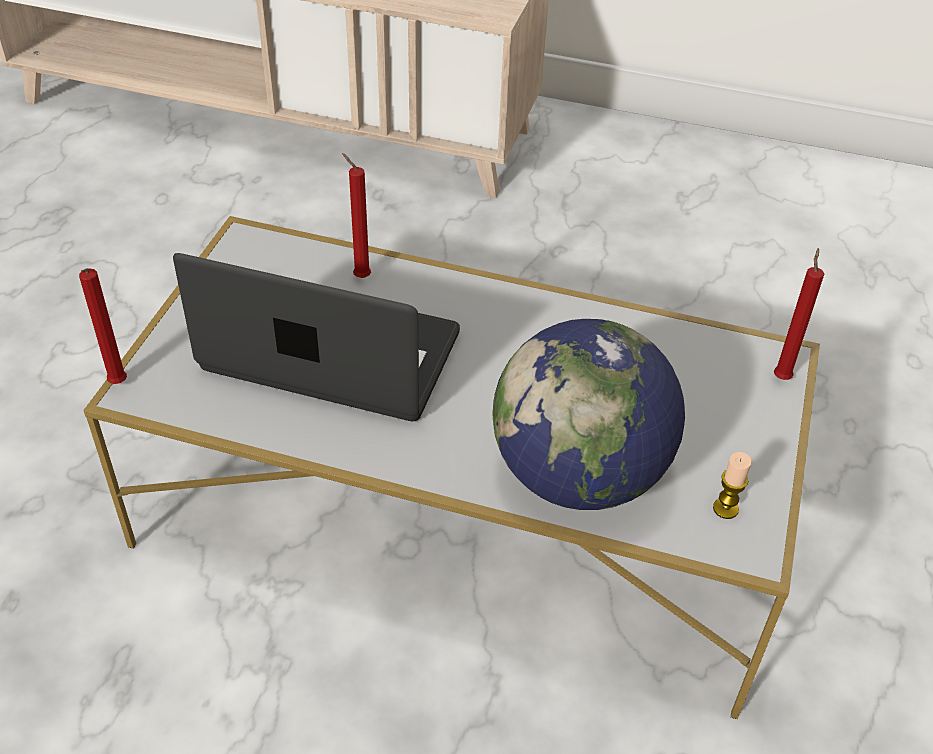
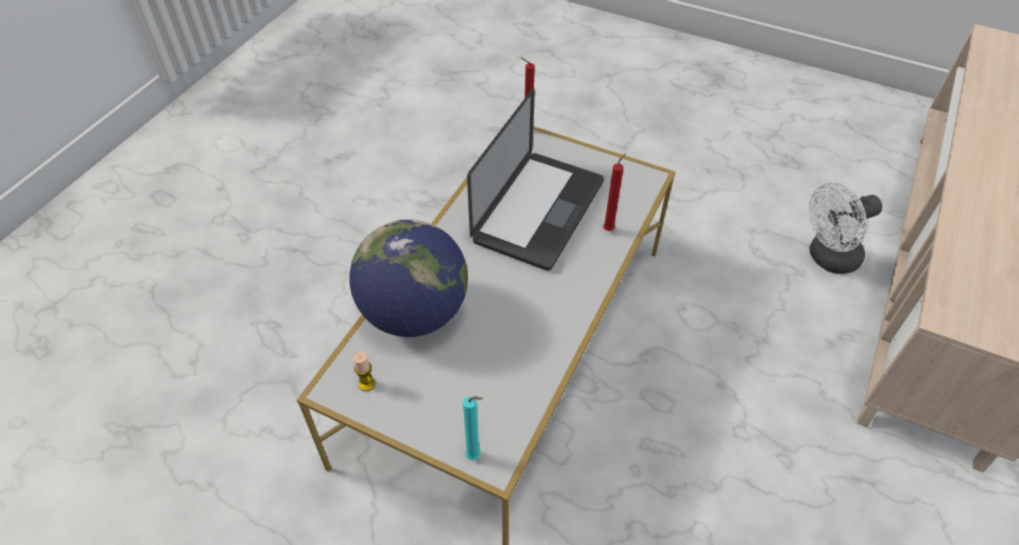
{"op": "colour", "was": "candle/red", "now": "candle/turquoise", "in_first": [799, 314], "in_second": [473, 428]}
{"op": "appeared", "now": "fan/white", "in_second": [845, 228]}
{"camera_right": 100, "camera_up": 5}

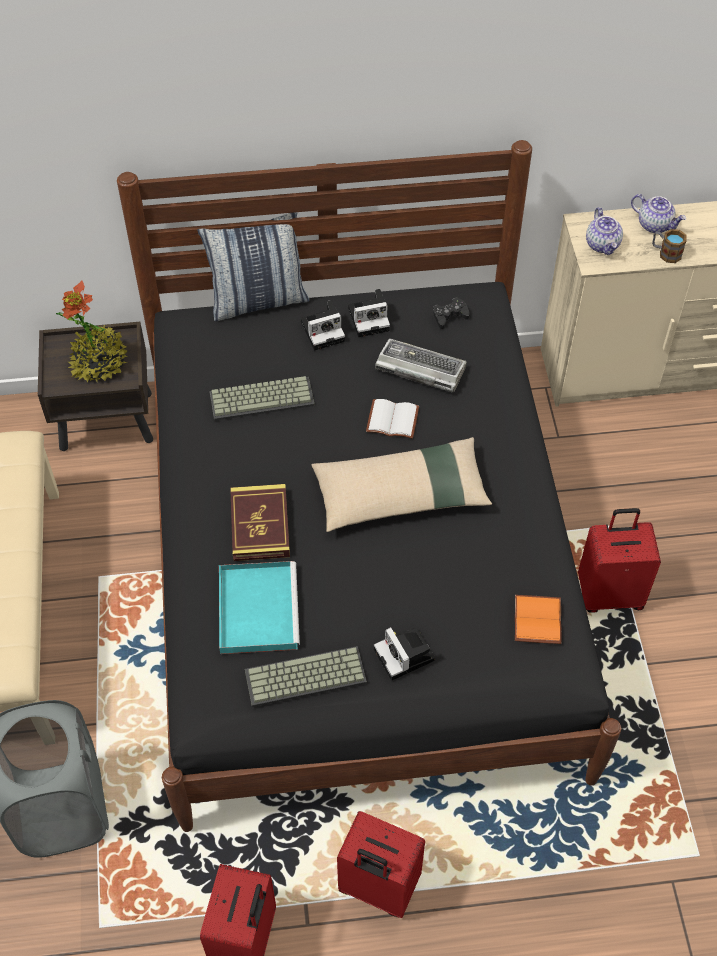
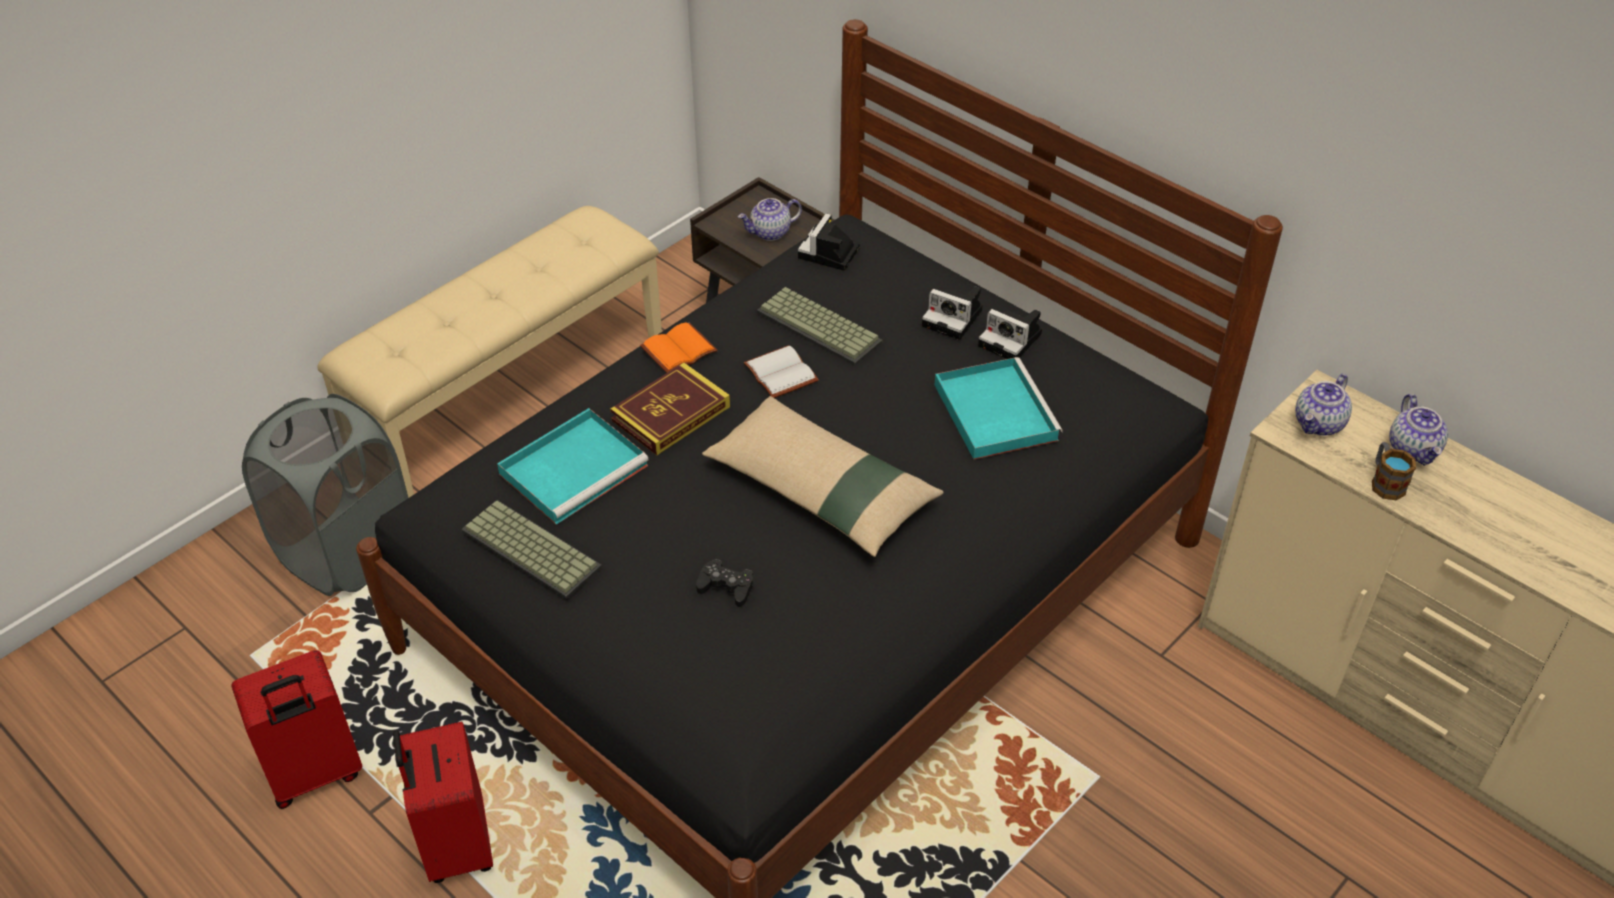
{"op": "relocated", "was": "book/orange", "in_first": [538, 619], "in_second": [679, 347]}
{"op": "relocated", "was": "game controller/black", "in_first": [451, 313], "in_second": [724, 583]}
{"op": "exchanged", "was": "potted plant", "now": "teapot", "in_first": [91, 331], "in_second": [770, 219]}
{"op": "relocated", "was": "book/white", "in_first": [392, 419], "in_second": [781, 371]}
{"op": "relocated", "was": "photo camera", "in_first": [404, 653], "in_second": [829, 242]}
{"op": "exchanged", "was": "keyboard", "now": "tray/turquoise", "in_first": [421, 365], "in_second": [999, 408]}
{"op": "missing", "was": "pillow", "in_first": [253, 266]}
{"op": "missing", "was": "suitcase/red", "in_first": [619, 560]}
{"camera_right": 50, "camera_up": -10}

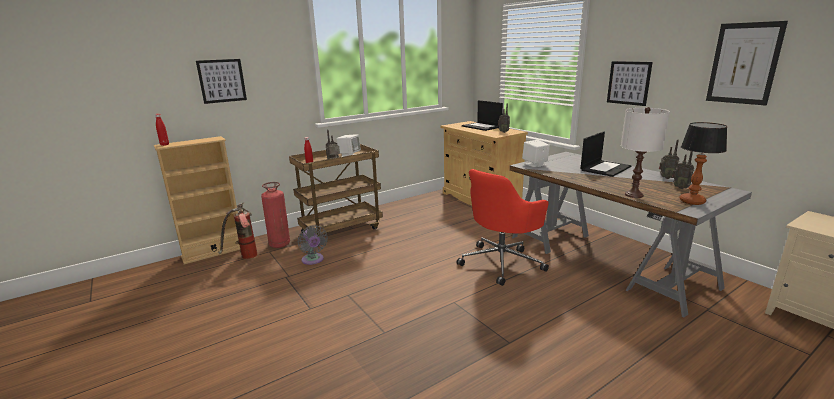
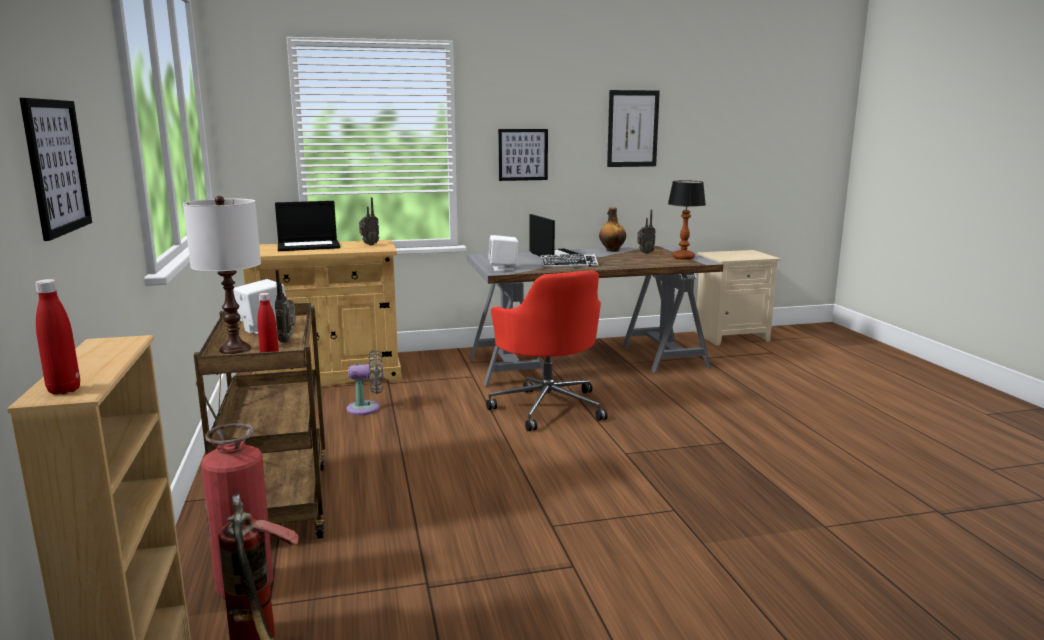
{"op": "relocated", "was": "table lamp/white", "in_first": [645, 152], "in_second": [222, 275]}
{"op": "relocated", "was": "fan/grey", "in_first": [313, 245], "in_second": [365, 382]}
{"op": "appeared", "now": "keyboard", "in_second": [569, 261]}
{"op": "exchanged", "was": "radio", "now": "bottle", "in_first": [669, 159], "in_second": [612, 229]}
{"camera_right": -70, "camera_up": -5}

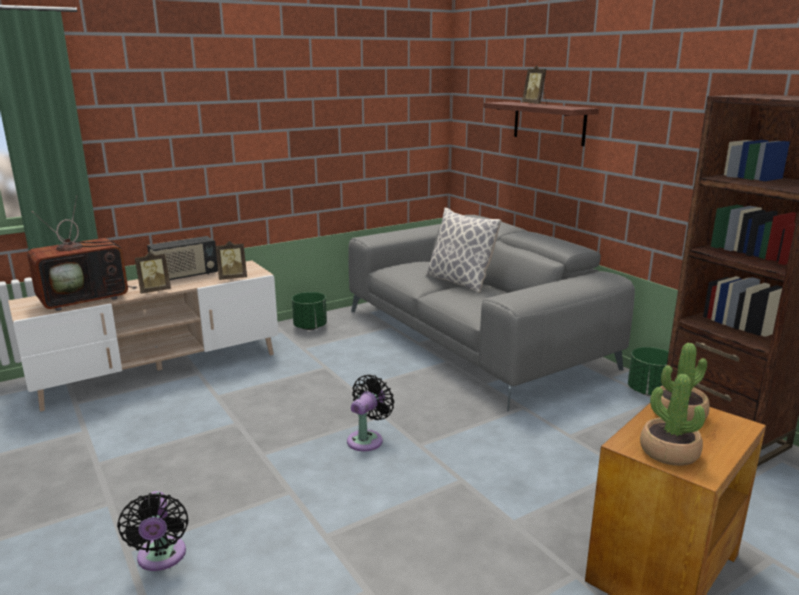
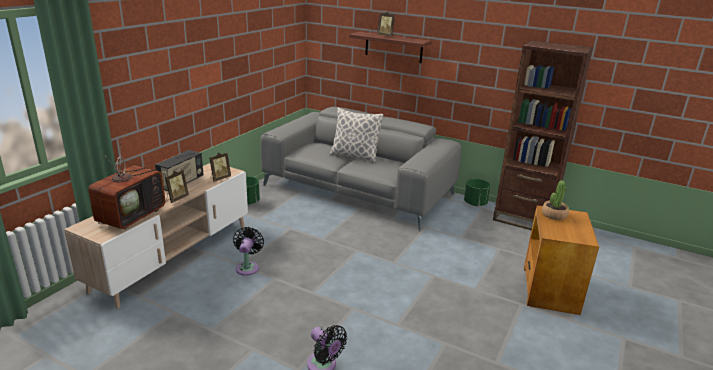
{"op": "relocated", "was": "fan/black", "in_first": [370, 413], "in_second": [248, 251]}
{"op": "missing", "was": "potted plant", "in_first": [672, 420]}
{"camera_right": -30, "camera_up": 5}

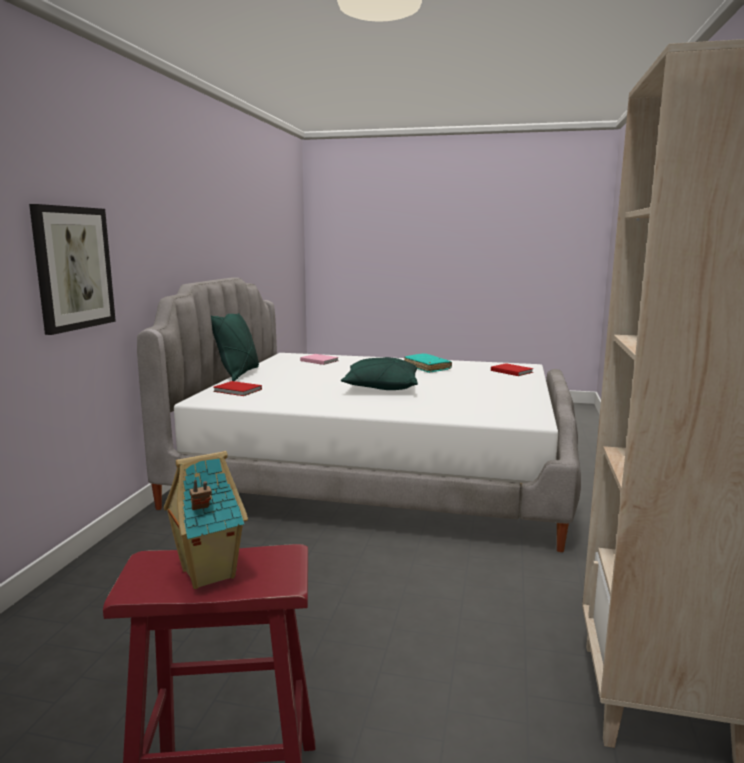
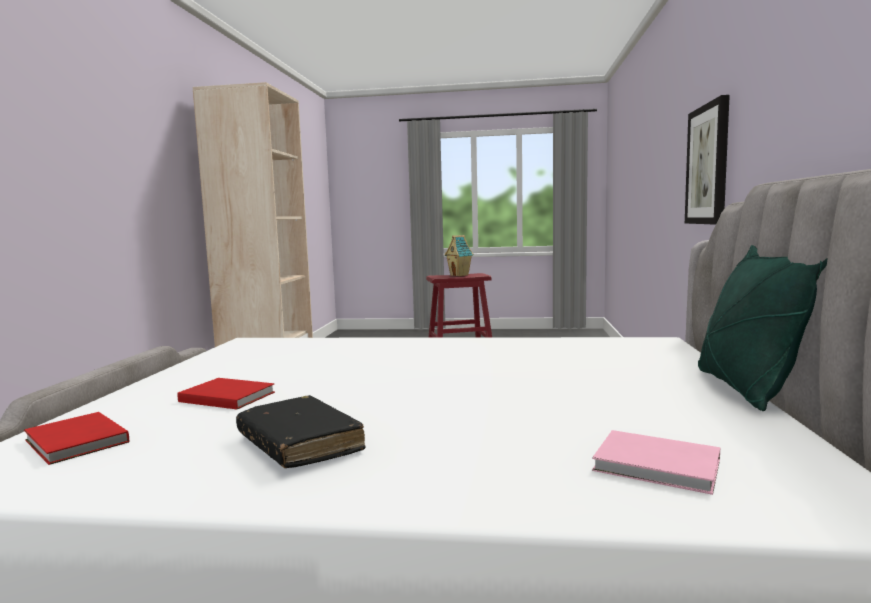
{"op": "relocated", "was": "book/red", "in_first": [237, 388], "in_second": [226, 393]}
{"op": "colour", "was": "book/turquoise", "now": "book/black", "in_first": [428, 363], "in_second": [301, 431]}
{"op": "missing", "was": "pillow/green", "in_first": [379, 373]}
{"camera_right": 175, "camera_up": -5}

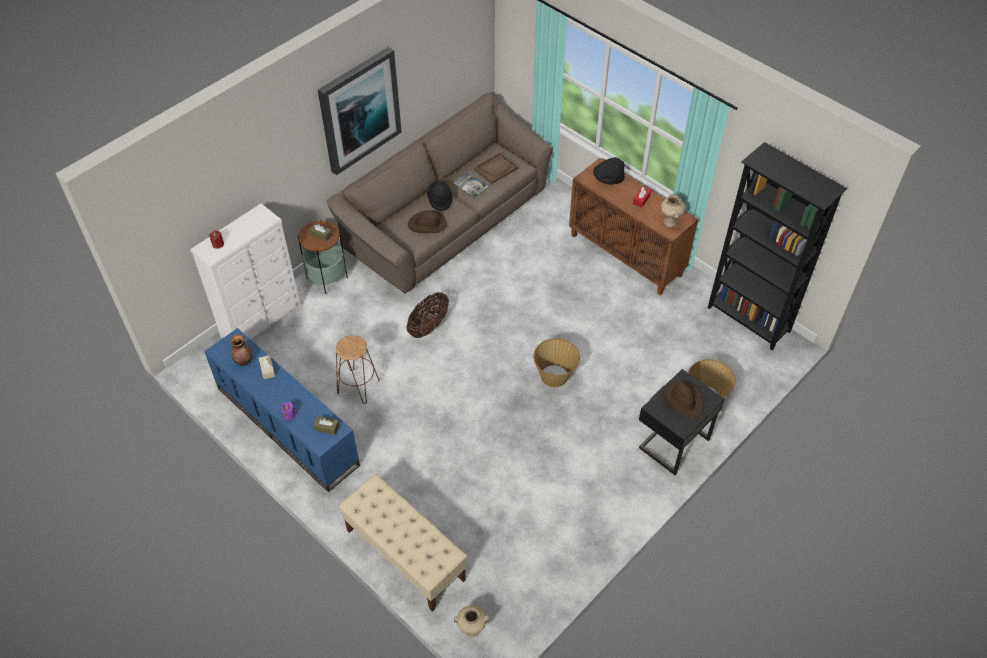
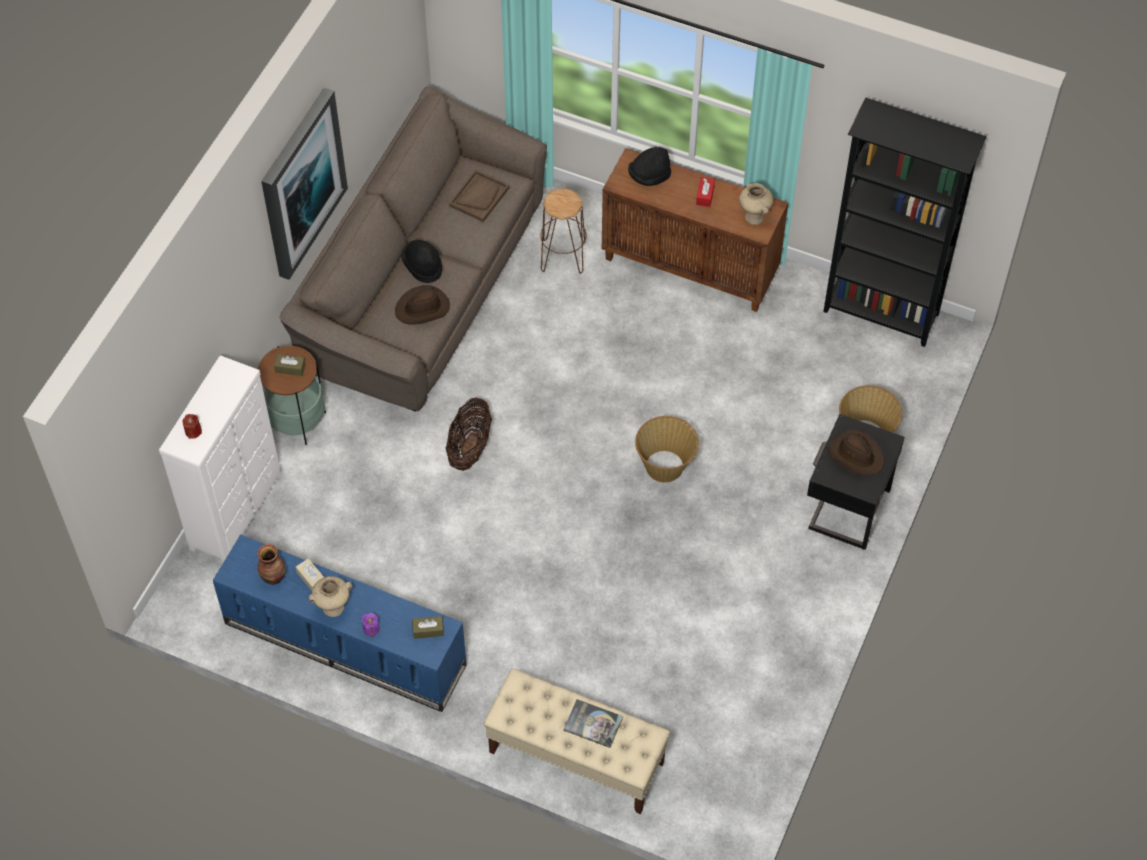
{"op": "relocated", "was": "vase/beige", "in_first": [472, 621], "in_second": [330, 596]}
{"op": "relocated", "was": "stool/brown", "in_first": [358, 369], "in_second": [563, 231]}
{"op": "relocated", "was": "book", "in_first": [471, 185], "in_second": [593, 723]}
{"camera_right": -20, "camera_up": 5}

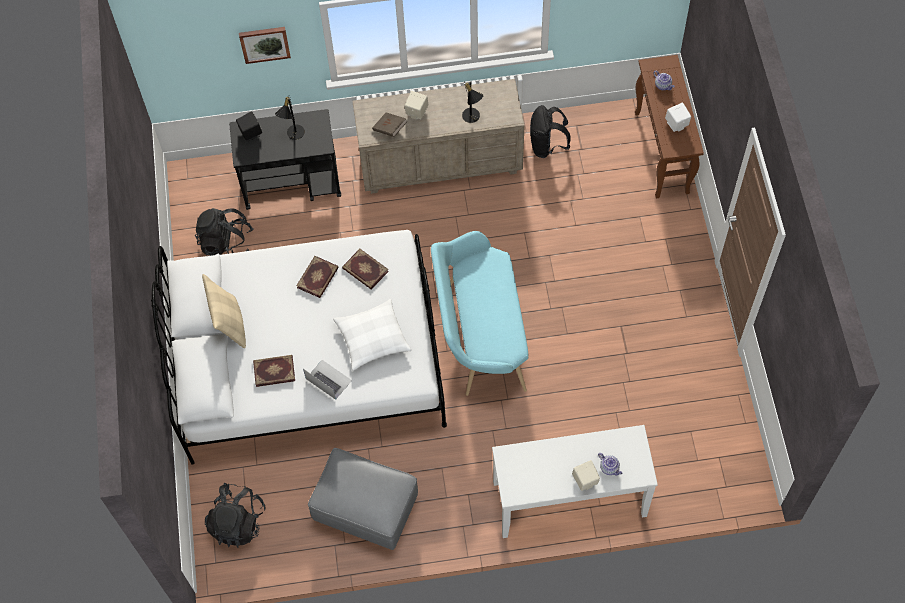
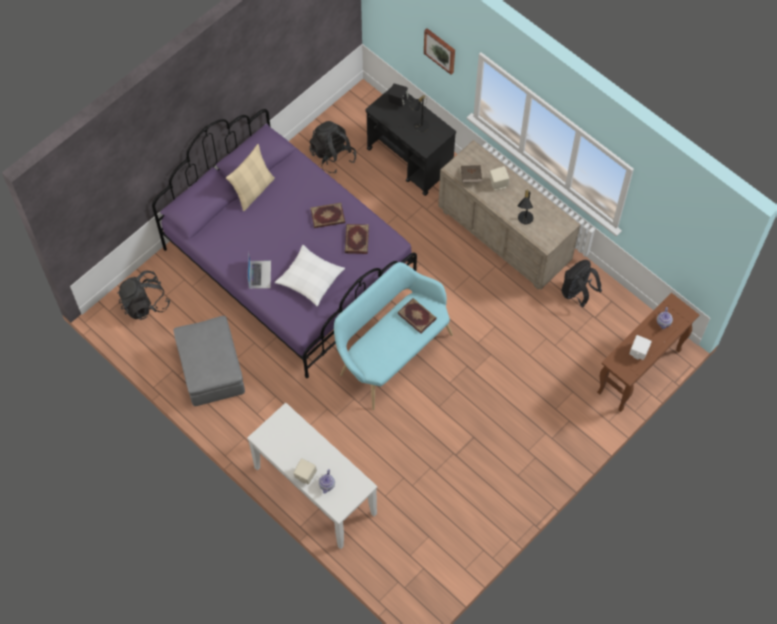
{"op": "colour", "was": "bed/white", "now": "bed/purple", "in_first": [299, 347], "in_second": [284, 243]}
{"op": "relocated", "was": "book", "in_first": [274, 371], "in_second": [417, 316]}
{"camera_right": 50, "camera_up": 0}

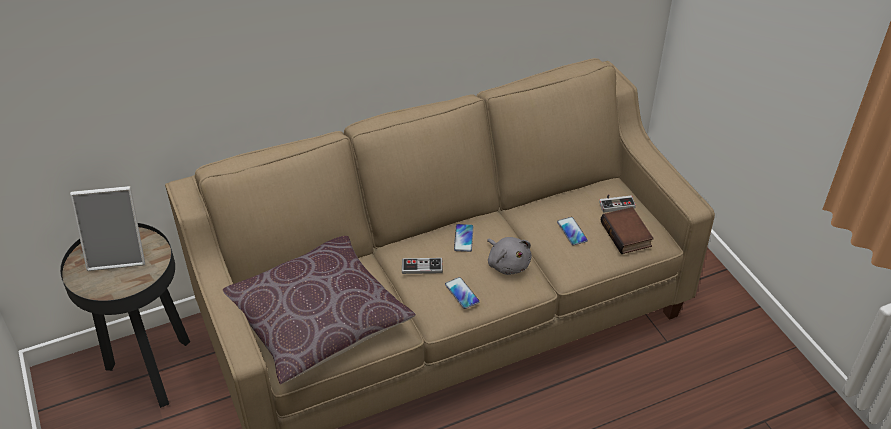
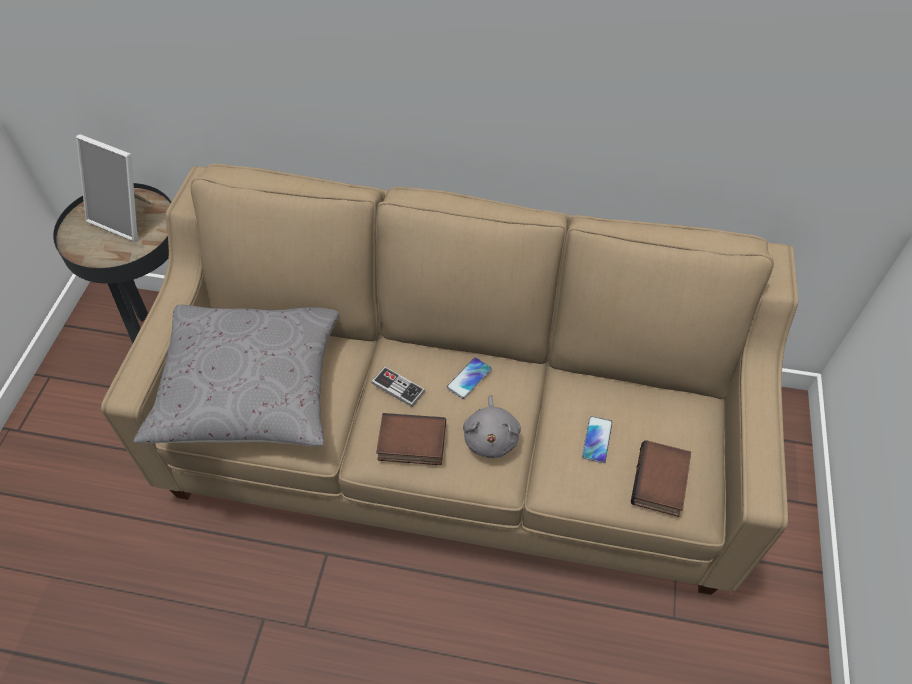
{"op": "colour", "was": "pillow/brown", "now": "pillow/grey", "in_first": [319, 310], "in_second": [236, 375]}
{"op": "exchanged", "was": "phone", "now": "book", "in_first": [462, 293], "in_second": [411, 439]}
{"op": "missing", "was": "game controller", "in_first": [617, 203]}
{"camera_right": 35, "camera_up": 10}

